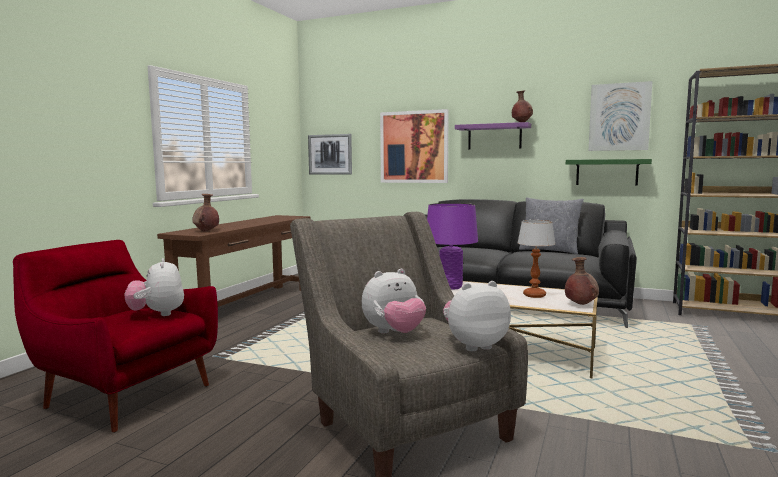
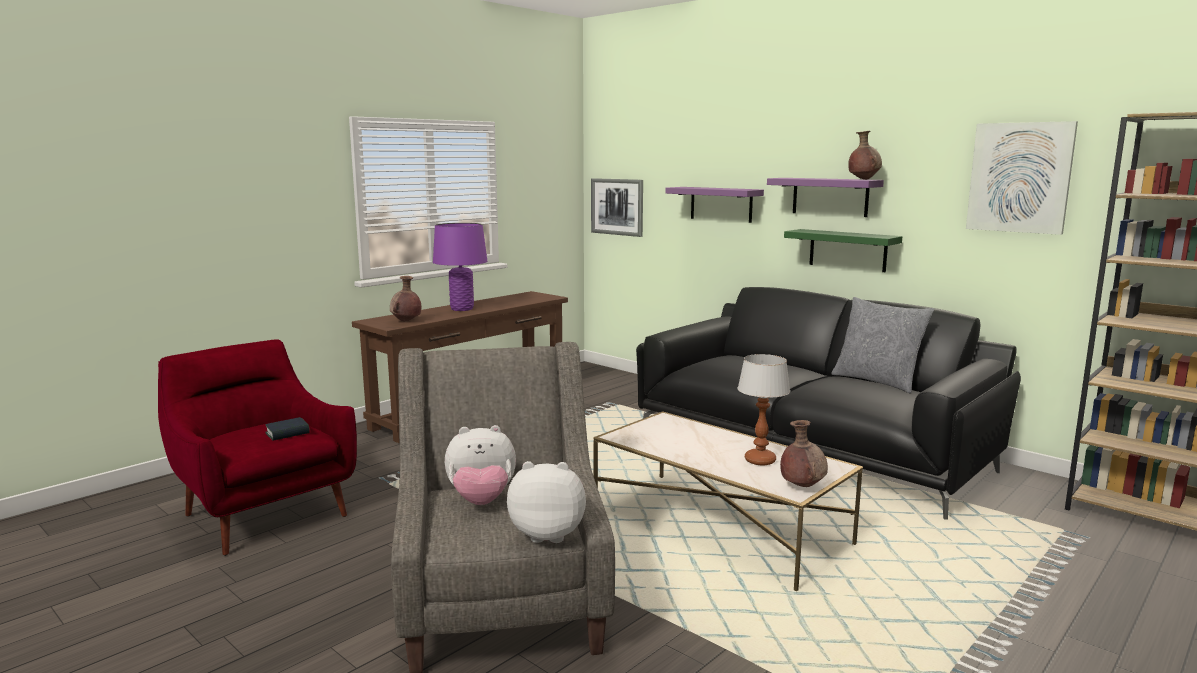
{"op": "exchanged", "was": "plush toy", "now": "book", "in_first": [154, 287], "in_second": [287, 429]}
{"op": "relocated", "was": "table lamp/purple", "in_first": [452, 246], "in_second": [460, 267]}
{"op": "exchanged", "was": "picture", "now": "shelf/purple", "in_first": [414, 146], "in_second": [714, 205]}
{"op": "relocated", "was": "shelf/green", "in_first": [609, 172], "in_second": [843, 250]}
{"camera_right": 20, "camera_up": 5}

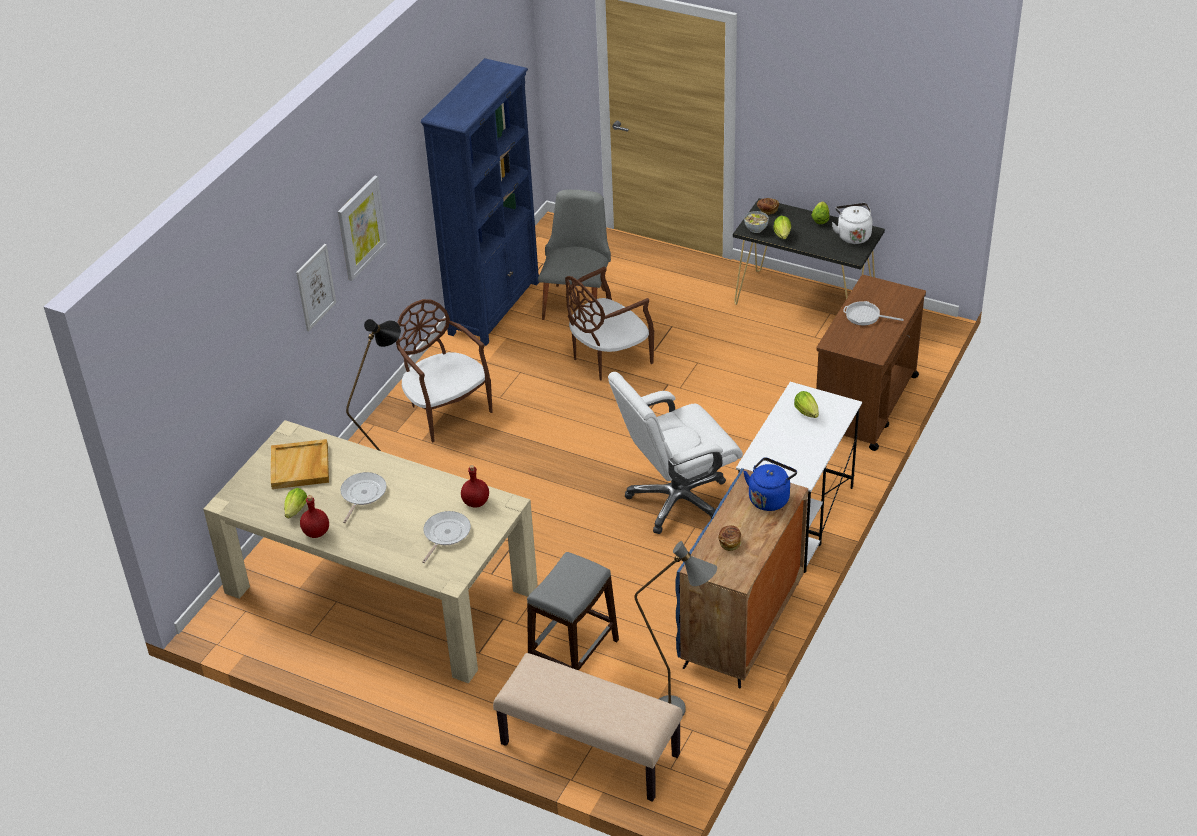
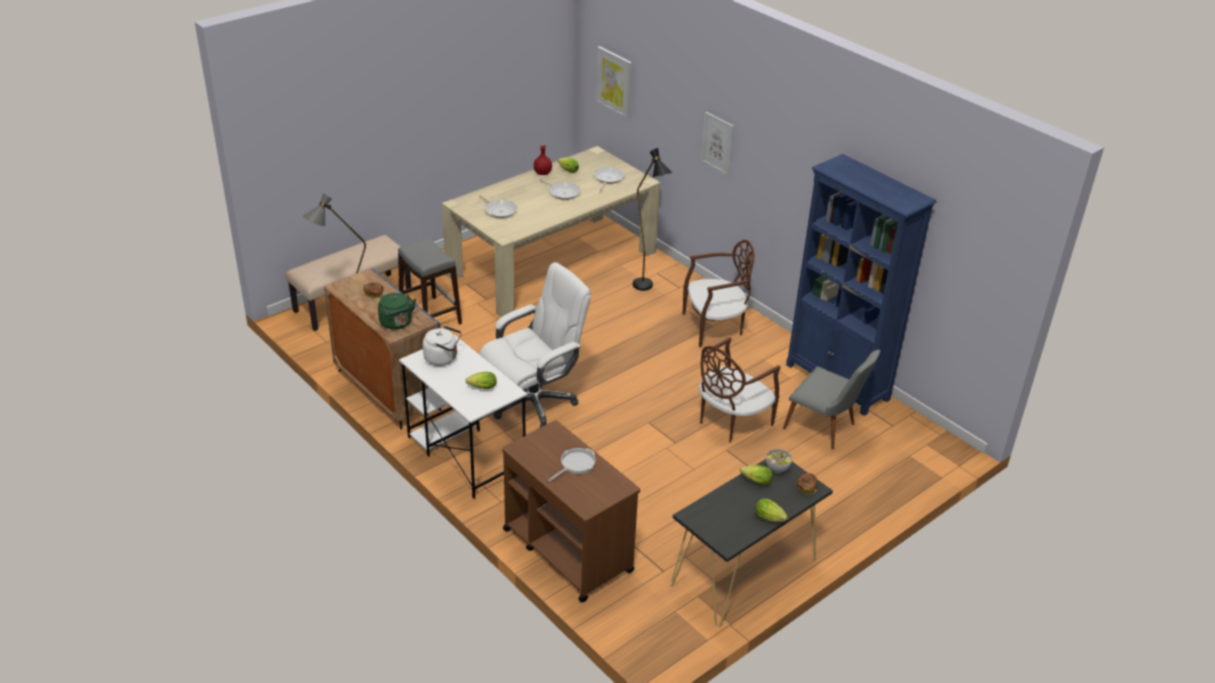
{"op": "colour", "was": "kettle/blue", "now": "kettle/green", "in_first": [770, 484], "in_second": [397, 311]}
{"op": "relocated", "was": "kettle/white", "in_first": [852, 223], "in_second": [442, 346]}
{"op": "spun", "was": "office chair/white", "in_first": [675, 453], "in_second": [535, 345], "clockwise": 60}
{"op": "exchanged", "was": "tray/beige", "now": "frying pan", "in_first": [300, 464], "in_second": [609, 179]}
{"op": "relocated", "was": "picture", "in_first": [362, 228], "in_second": [614, 82]}
{"op": "spun", "was": "chair/brown", "in_first": [609, 323], "in_second": [739, 389], "clockwise": -120}
{"op": "missing", "was": "bottle/red", "in_first": [475, 486]}
{"camera_right": 110, "camera_up": -5}

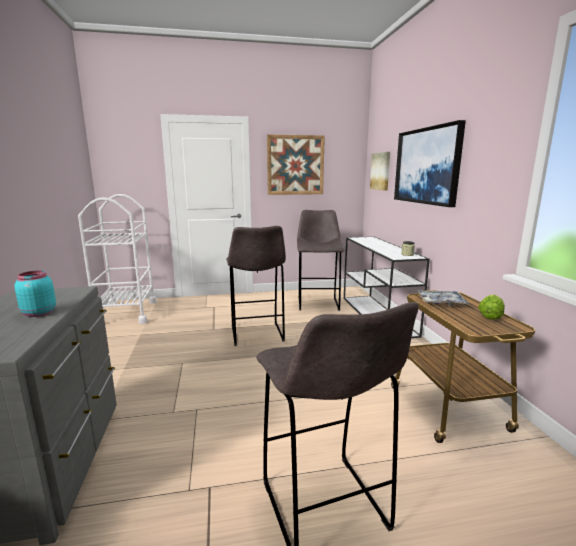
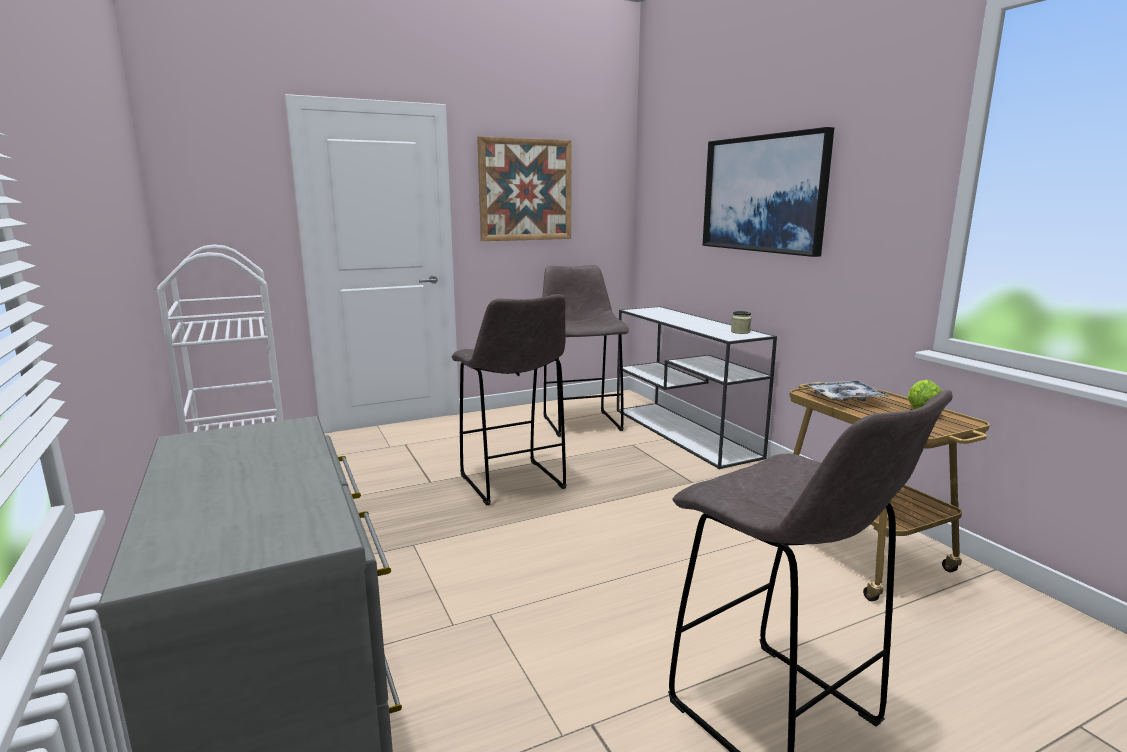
{"op": "missing", "was": "jar/turquoise", "in_first": [35, 294]}
{"op": "missing", "was": "picture", "in_first": [380, 171]}
{"camera_right": -15, "camera_up": 0}

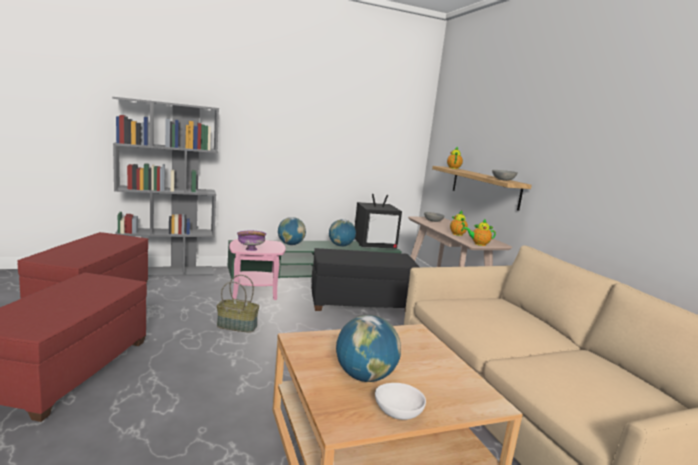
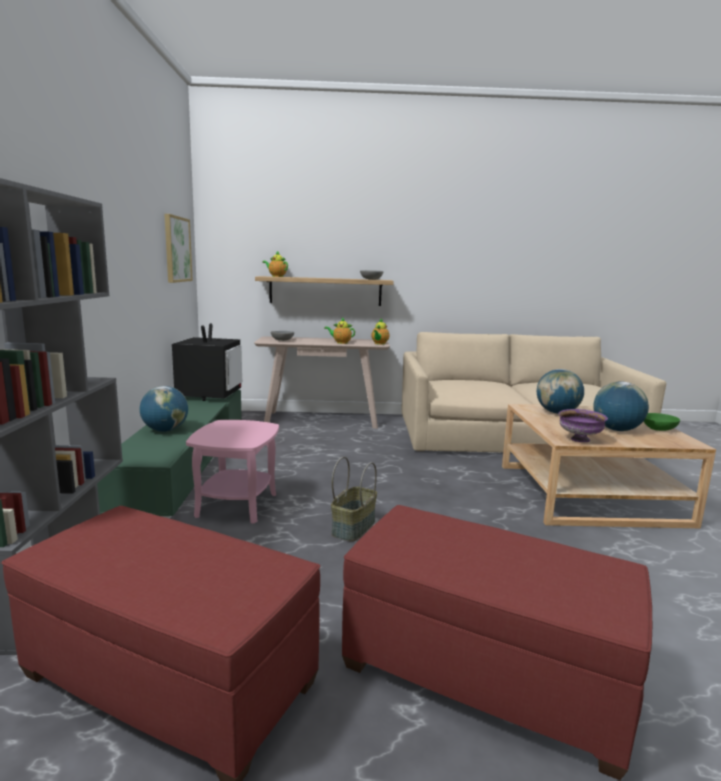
{"op": "appeared", "now": "picture", "in_second": [178, 248]}
{"op": "relocated", "was": "globe", "in_first": [342, 233], "in_second": [560, 391]}
{"op": "relocated", "was": "bowl/purple", "in_first": [251, 241], "in_second": [583, 425]}
{"op": "colour", "was": "bowl/white", "now": "bowl/green", "in_first": [400, 401], "in_second": [661, 422]}
{"op": "missing", "was": "ottoman/black", "in_first": [365, 279]}
{"camera_right": -70, "camera_up": 0}

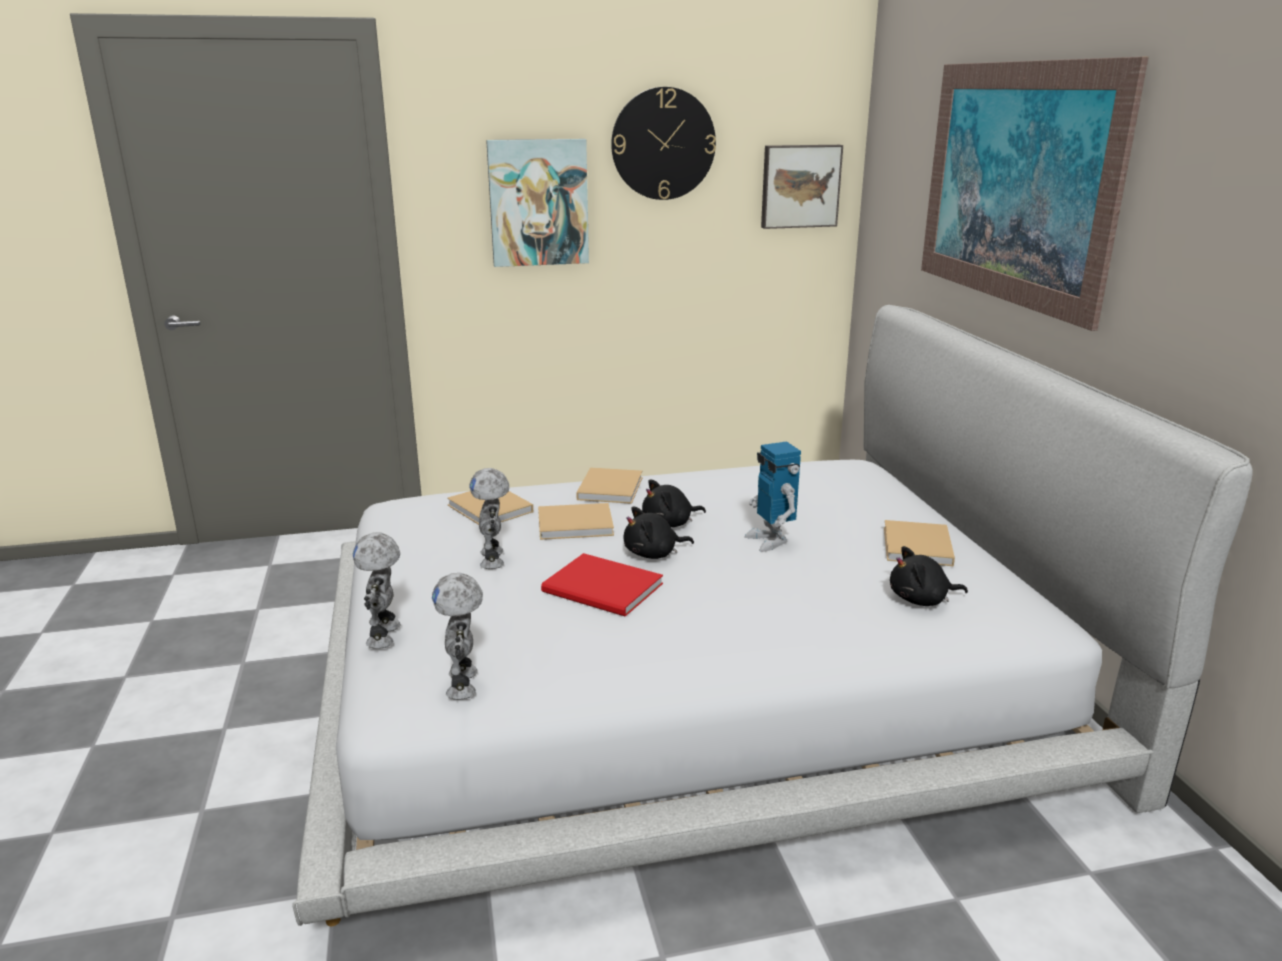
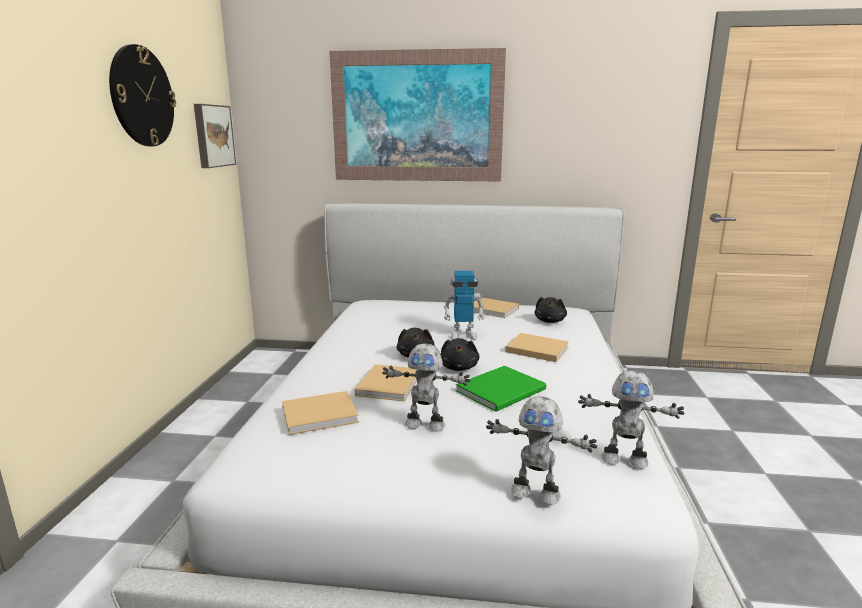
{"op": "colour", "was": "book/red", "now": "book/green", "in_first": [602, 584], "in_second": [501, 389]}
{"op": "relocated", "was": "book/beige", "in_first": [609, 485], "in_second": [537, 347]}
{"op": "missing", "was": "picture", "in_first": [537, 203]}
{"camera_right": -70, "camera_up": -5}

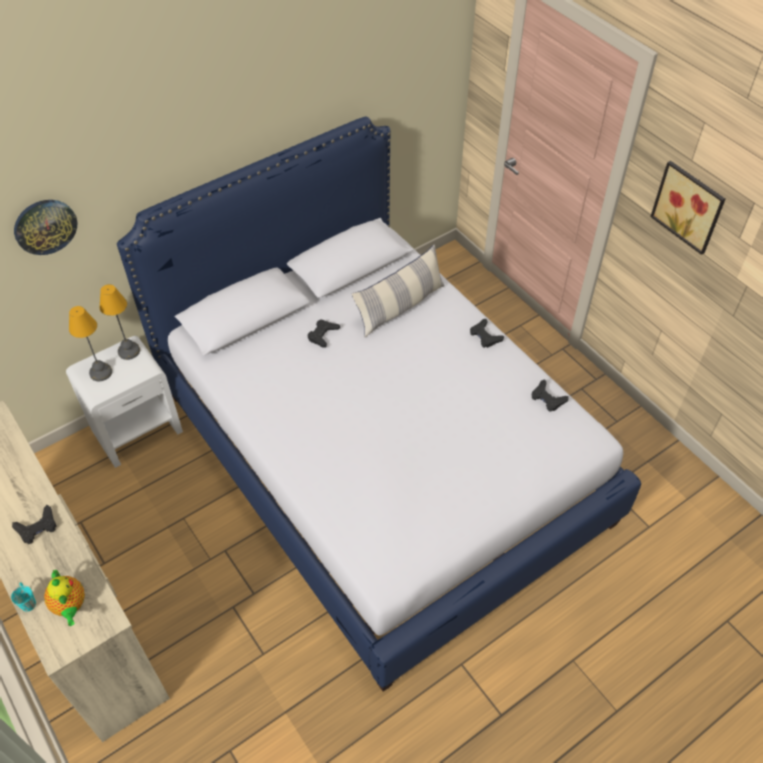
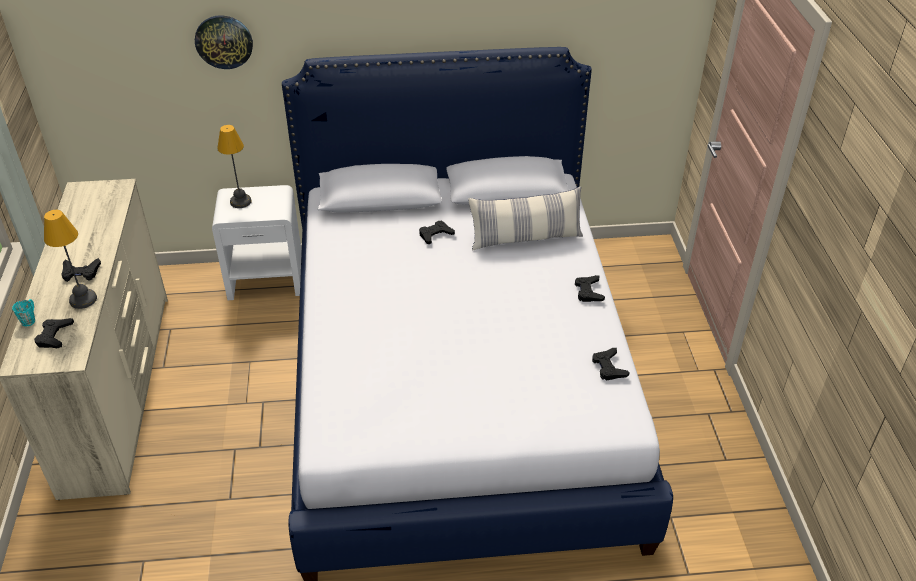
{"op": "exchanged", "was": "teapot", "now": "game controller/black", "in_first": [64, 598], "in_second": [54, 333]}
{"op": "relocated", "was": "table lamp", "in_first": [120, 322], "in_second": [70, 259]}
{"op": "missing", "was": "picture", "in_first": [687, 208]}
{"camera_right": 30, "camera_up": -10}

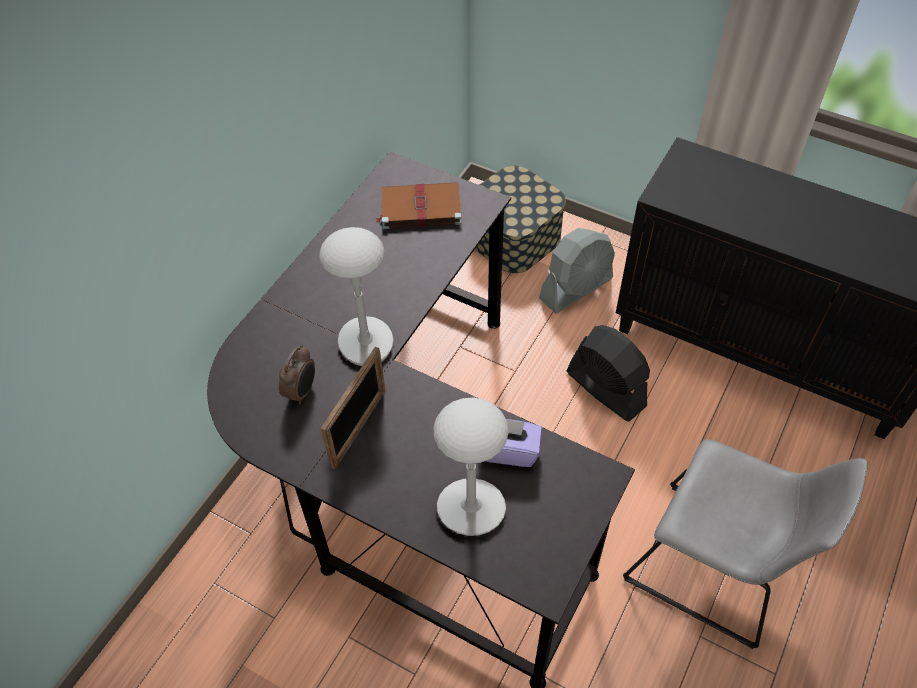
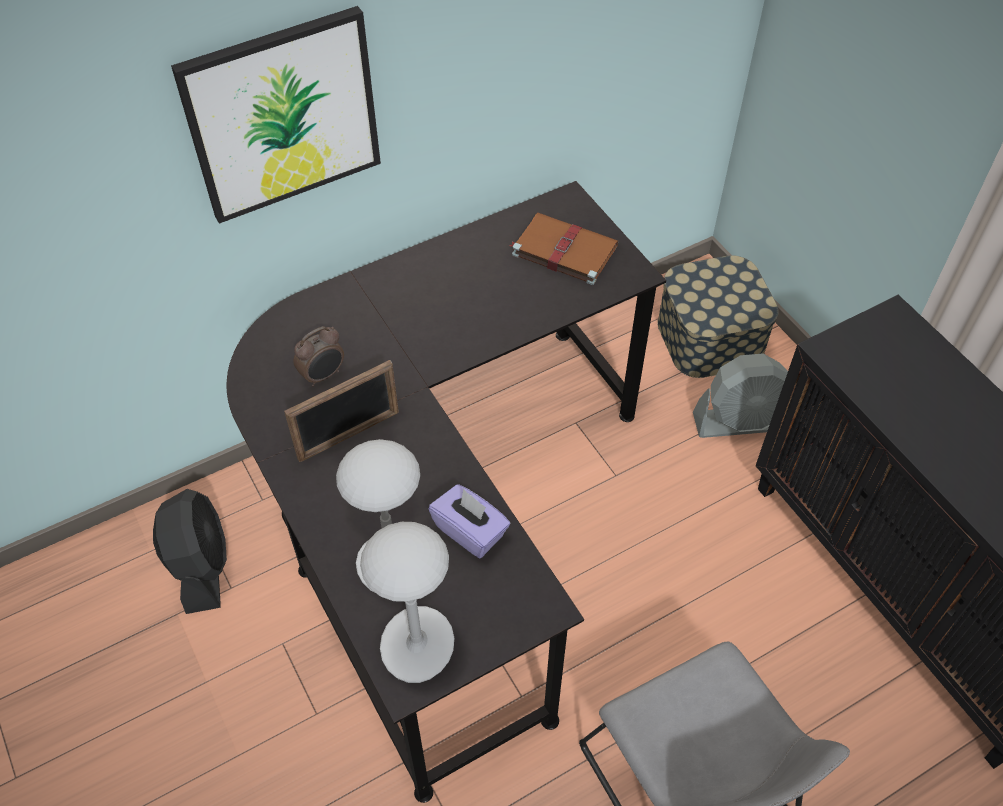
{"op": "relocated", "was": "fan/black", "in_first": [608, 373], "in_second": [190, 551]}
{"op": "appeared", "now": "picture", "in_second": [276, 115]}
{"op": "relocated", "was": "table lamp/grey", "in_first": [356, 296], "in_second": [407, 602]}
{"camera_right": 30, "camera_up": 0}

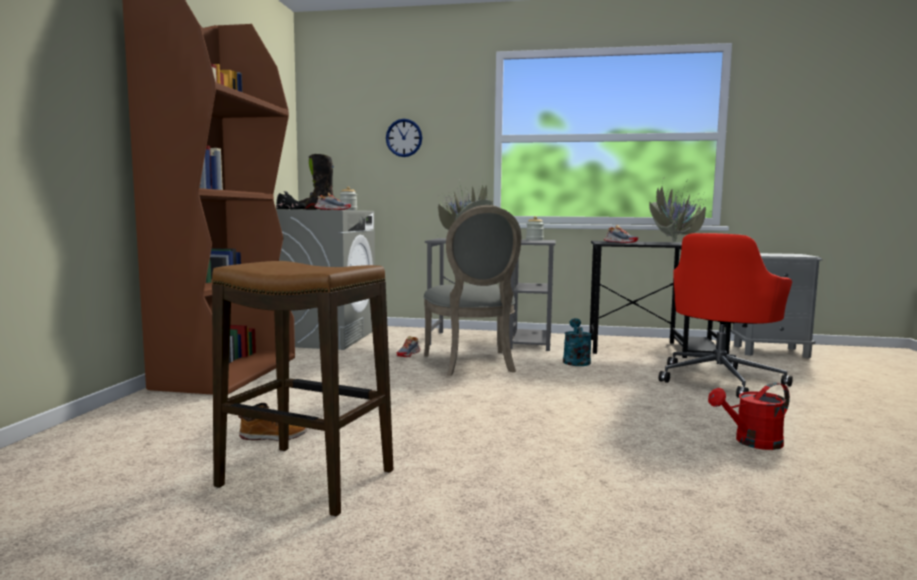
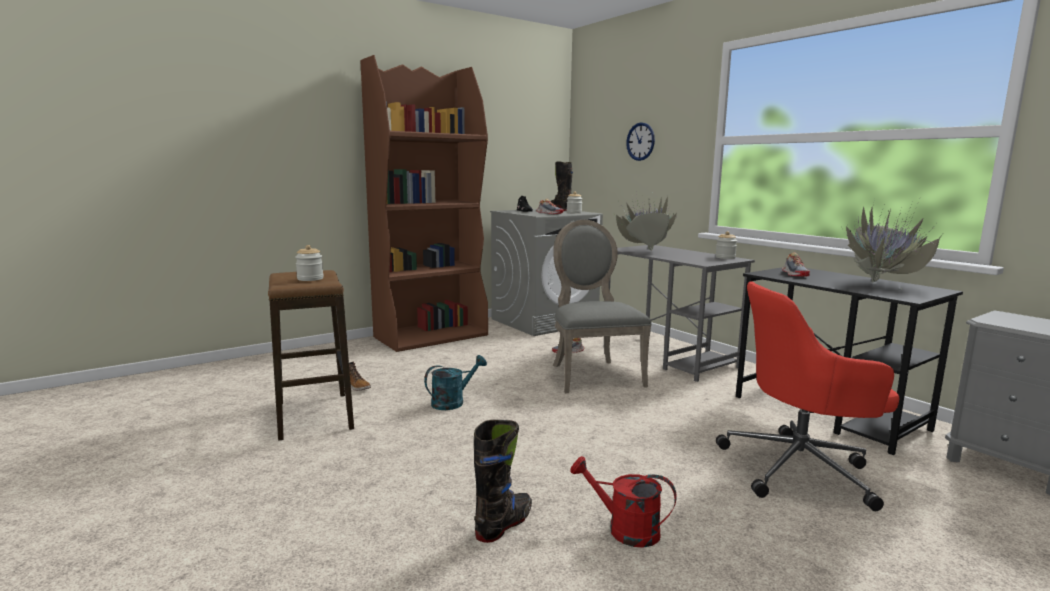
{"op": "appeared", "now": "jar", "in_second": [309, 263]}
{"op": "relocated", "was": "watering can/turquoise", "in_first": [577, 342], "in_second": [455, 382]}
{"op": "appeared", "now": "boot/black", "in_second": [503, 481]}
{"op": "spun", "was": "chair/grey", "in_first": [472, 290], "in_second": [602, 306], "clockwise": 135}
{"camera_right": 45, "camera_up": 5}

